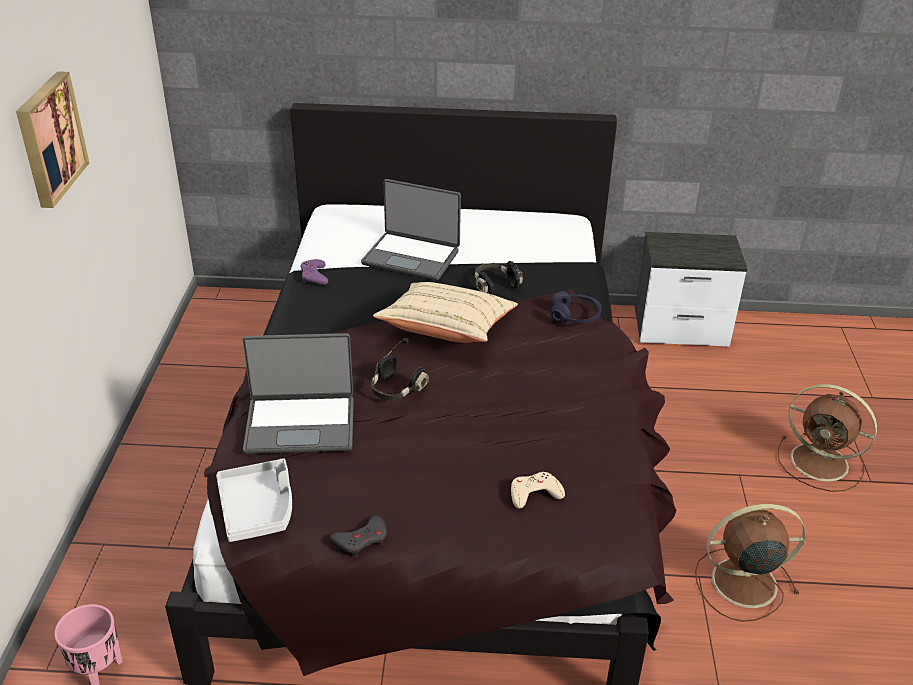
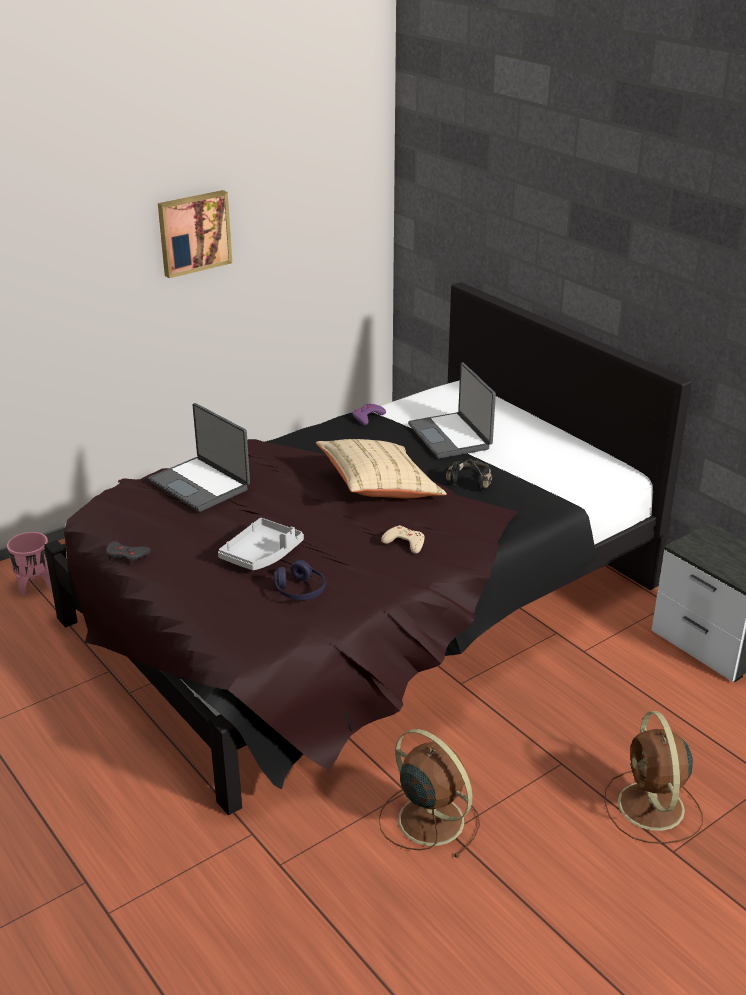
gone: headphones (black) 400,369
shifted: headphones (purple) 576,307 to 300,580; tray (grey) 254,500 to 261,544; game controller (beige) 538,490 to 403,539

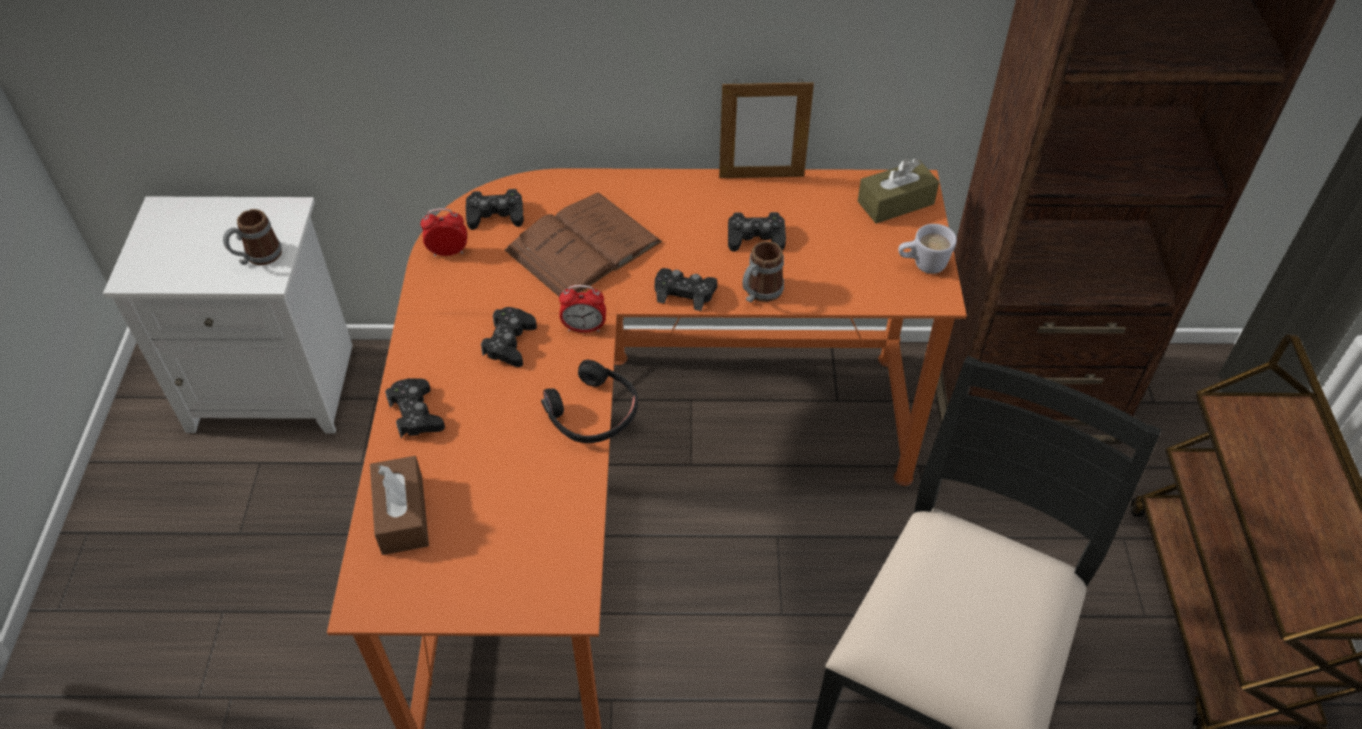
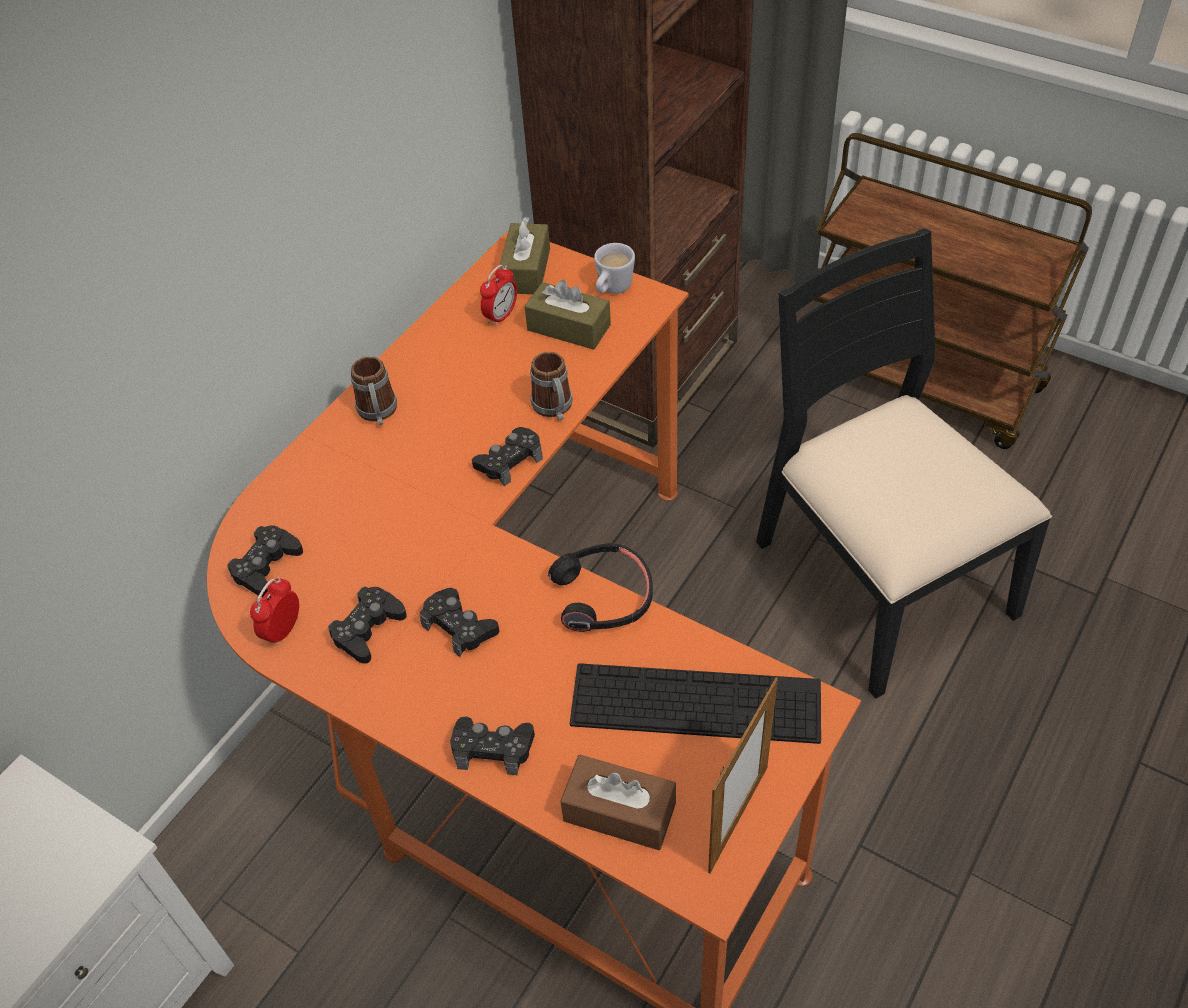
gone: book (brown) 583,245
new: tissue box (brown) 568,315; keyboard 695,703
shifted: picture frame 766,128 to 743,775; mug 252,237 to 374,390; game controller (black) 757,232 to 367,625; alarm clock 582,309 to 498,295

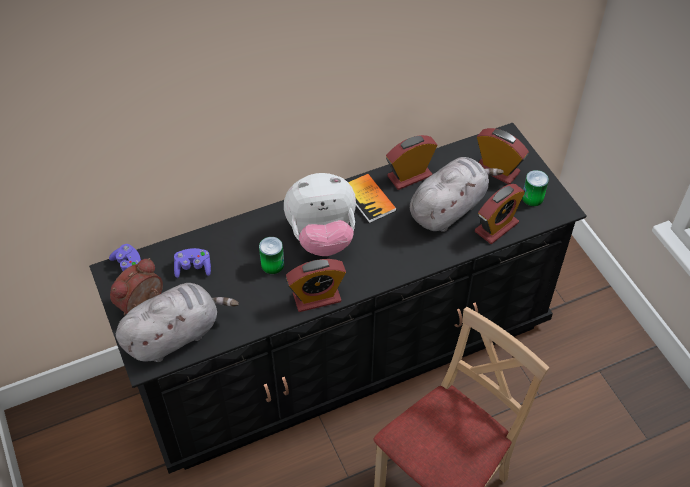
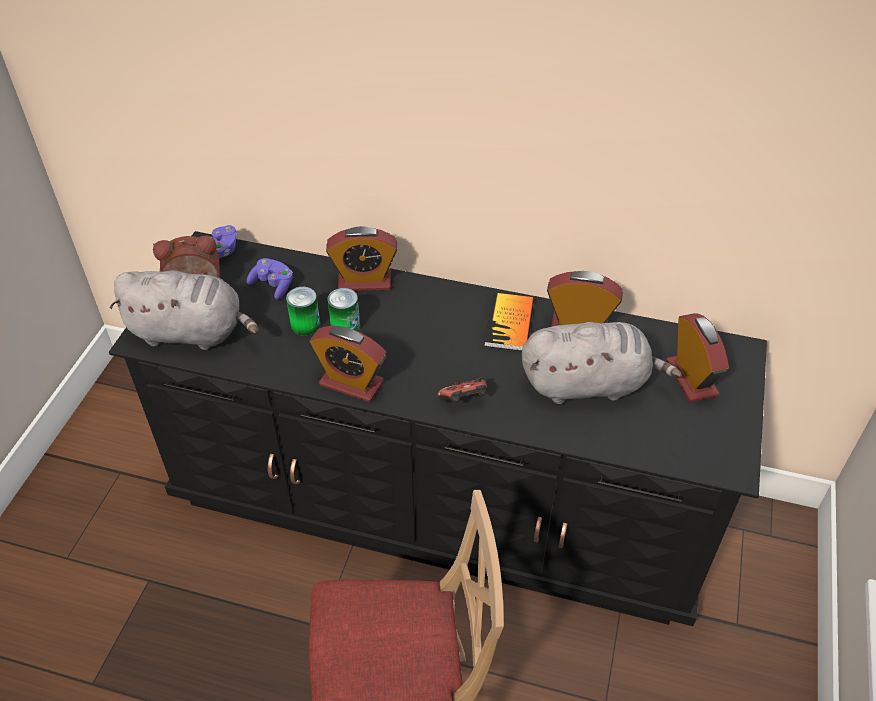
gone: plush toy 320,214
new: game controller 462,390
shifted: can 535,188 to 303,311; alarm clock 500,214 to 361,258

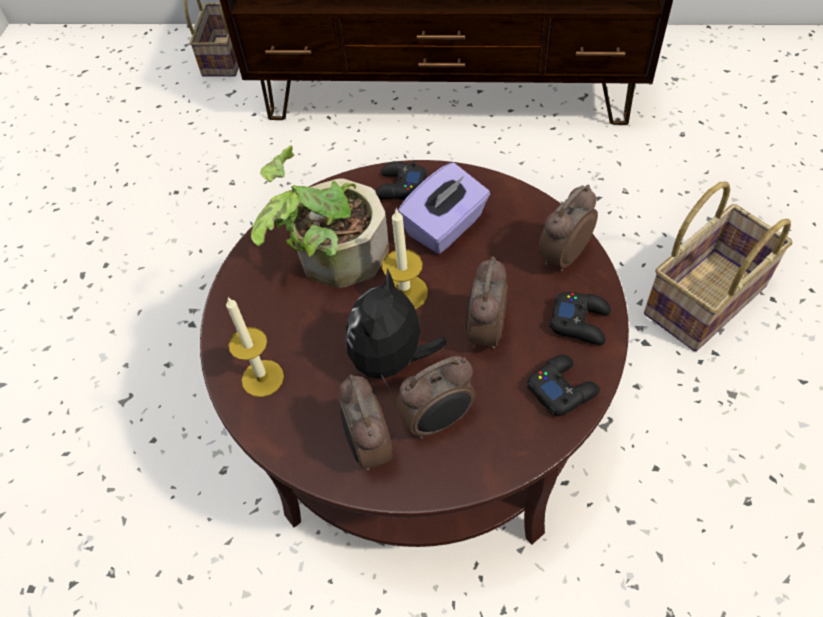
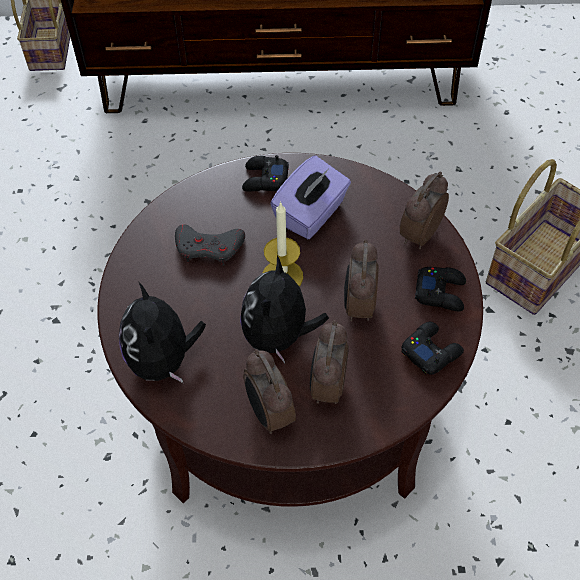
swapped: potted plant 320,217 to game controller (grey) 210,245; candle 255,347 to plush toy 162,333
rotated: alarm clock 435,397 = 329,362 135 degrees clockwise

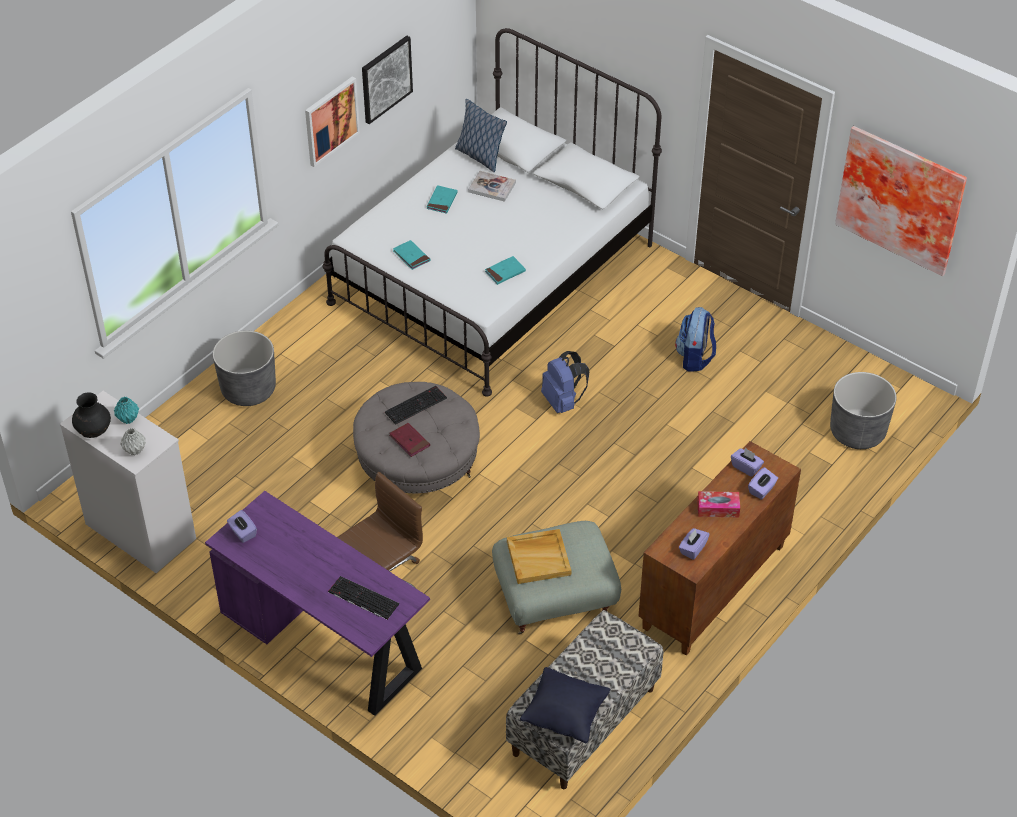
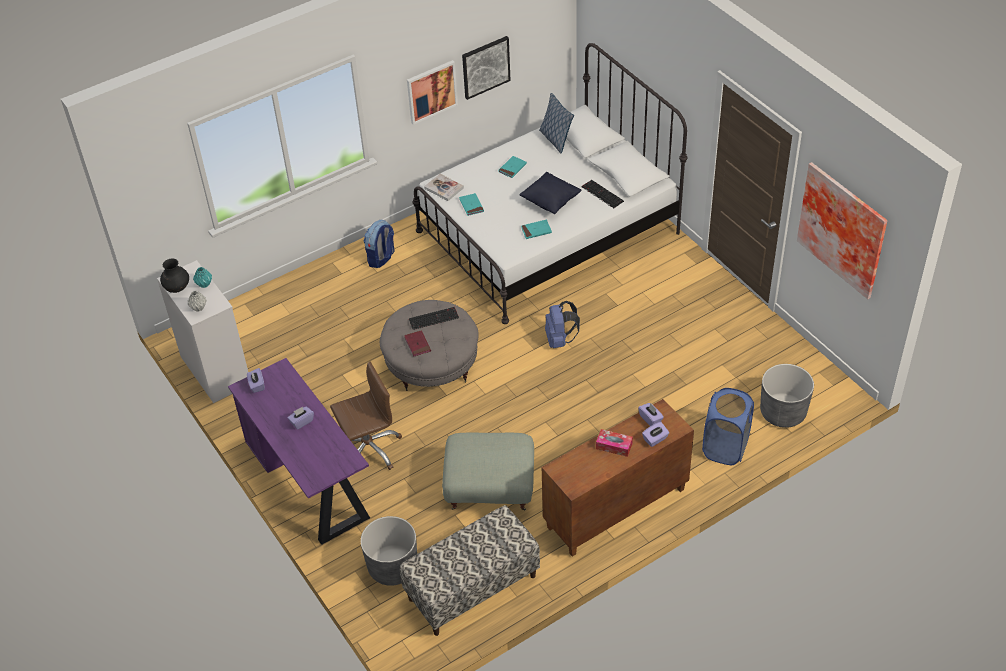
gone: tray (beige) 539,556
new: laundry basket (blue) 728,426
shifted: book 492,186 to 444,187; backpack 695,339 to 379,244; planter (grey) 244,368 to 388,551; tissue box (purple) 694,544 to 301,418; keyboard 363,598 to 602,194; pillow (black) 565,705 to 550,193

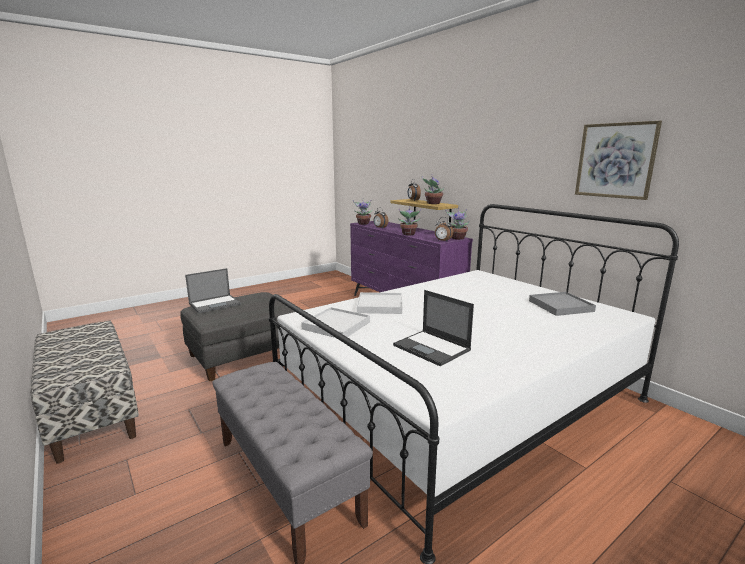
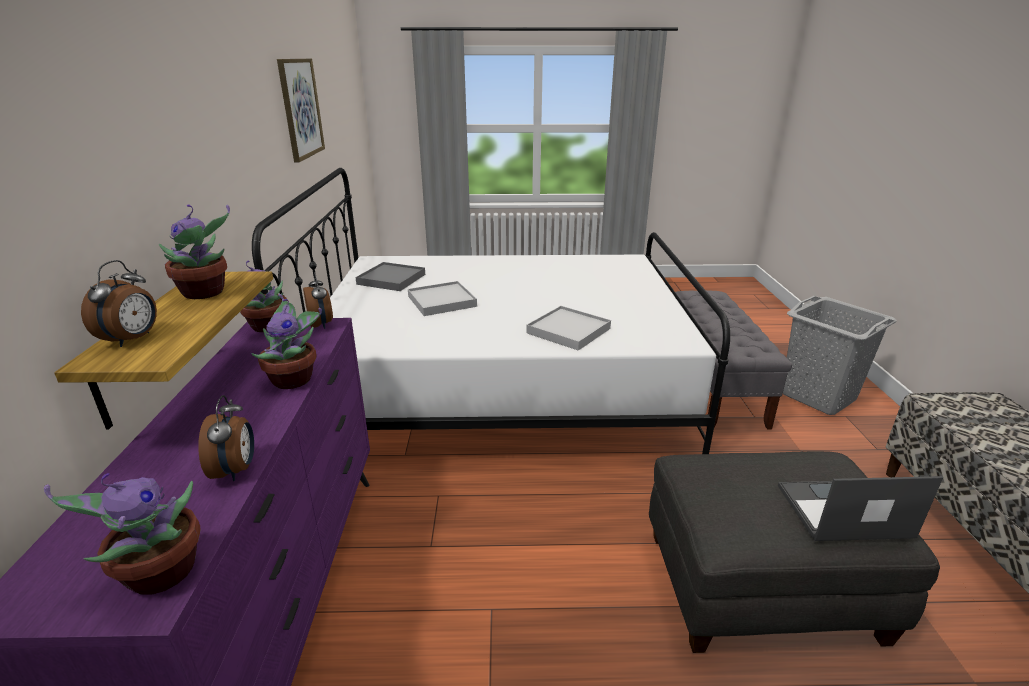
gone: laptop 433,328
new: laundry basket (grey) 840,355
shifted: tray (white) 335,322 to 442,298

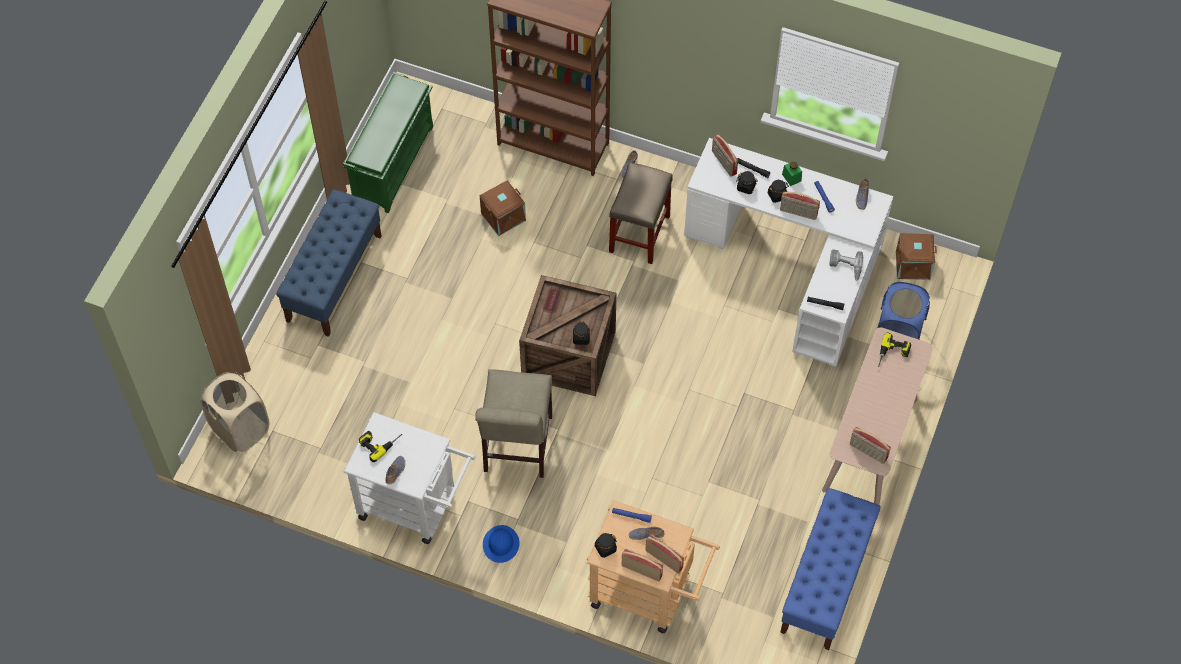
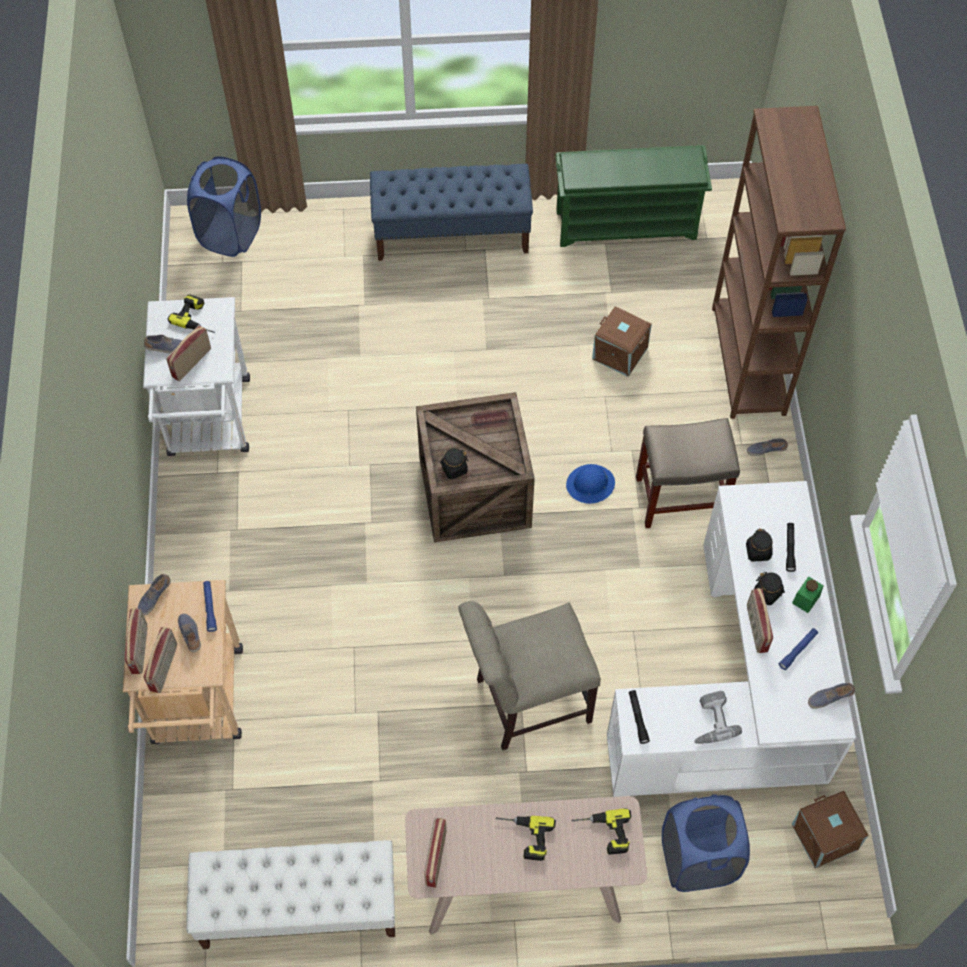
new: power drill 526,838
shifted: radio 725,155 to 188,353; chair (beige) 513,423 to 529,675; hard hat (blue) 501,544 to 590,484
swapped: jar (black) 605,545 to shoe 154,595
repainted: laundry basket (beige) 235,412 to laundry basket (blue) 224,206; bench (blue) 830,569 to bench (white) 291,894

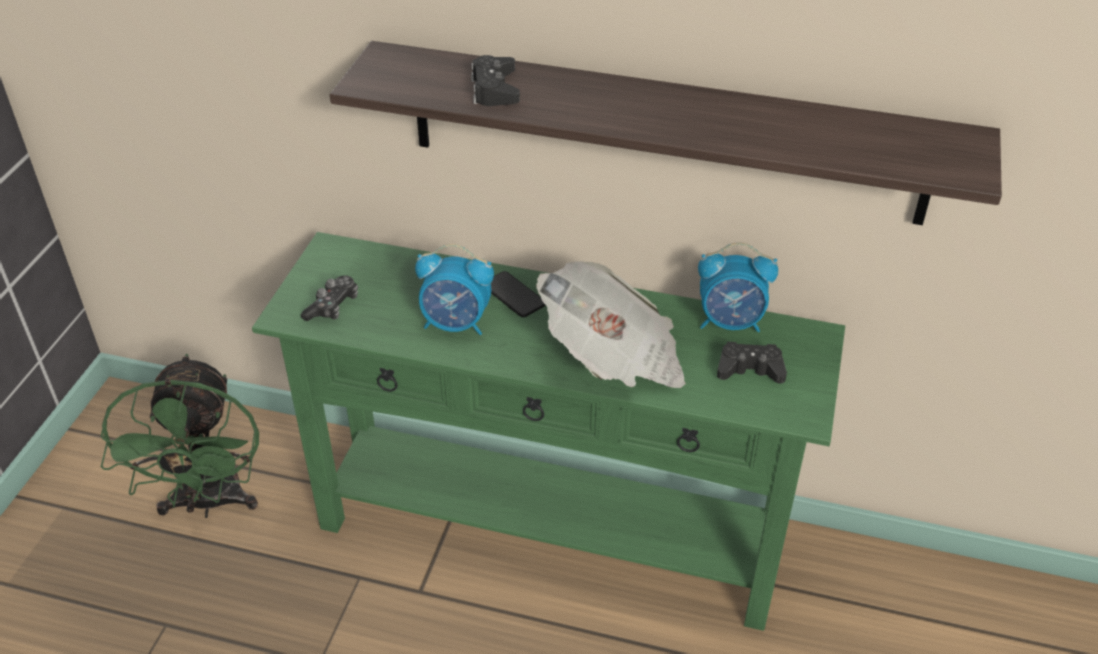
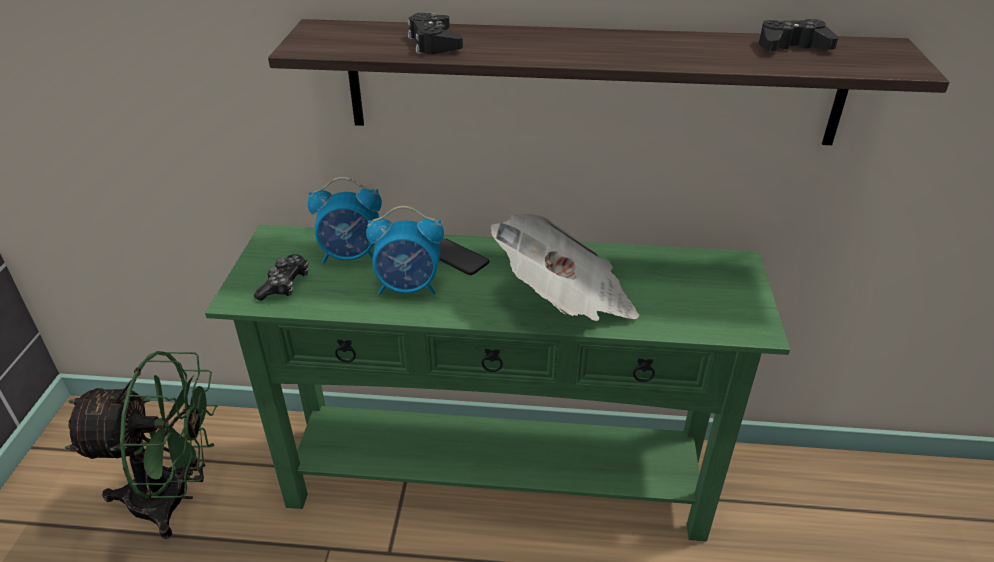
shifted: alarm clock 738,287 to 344,220; game controller (black) 752,363 to 799,35
rotated: fan (green) 180,436 = 141,445 75 degrees counterclockwise

